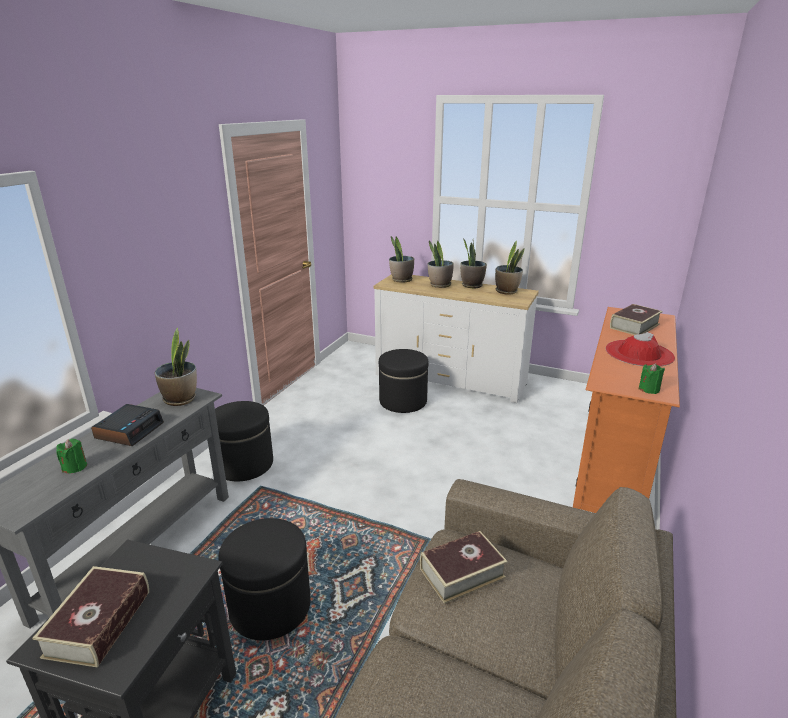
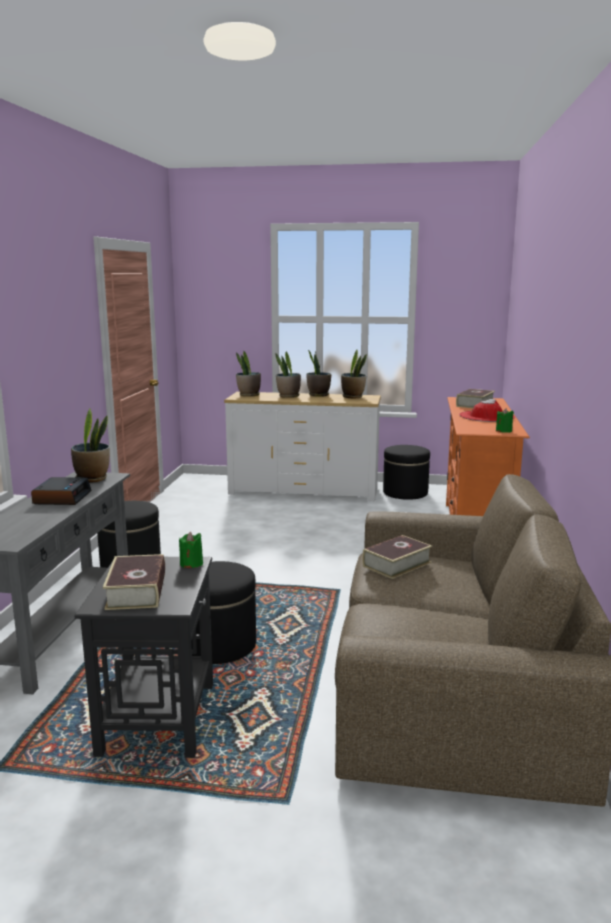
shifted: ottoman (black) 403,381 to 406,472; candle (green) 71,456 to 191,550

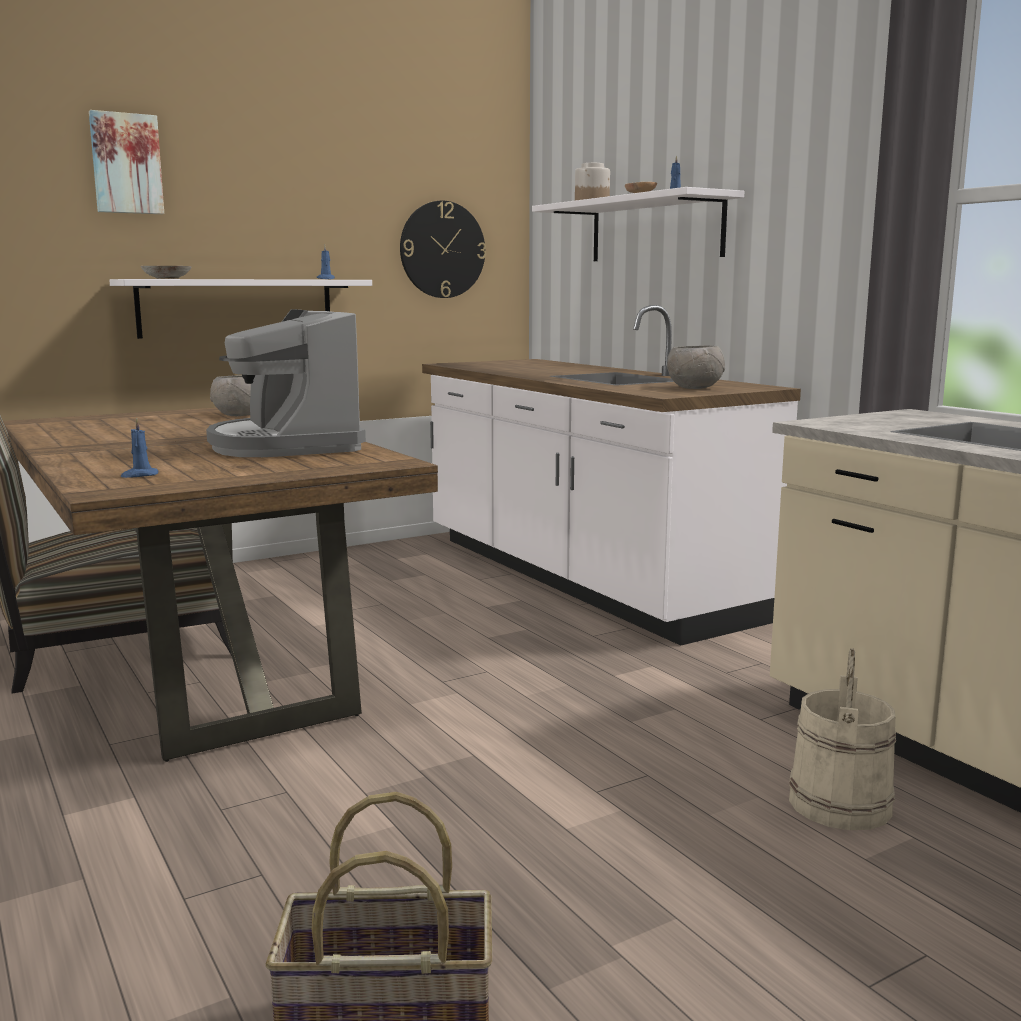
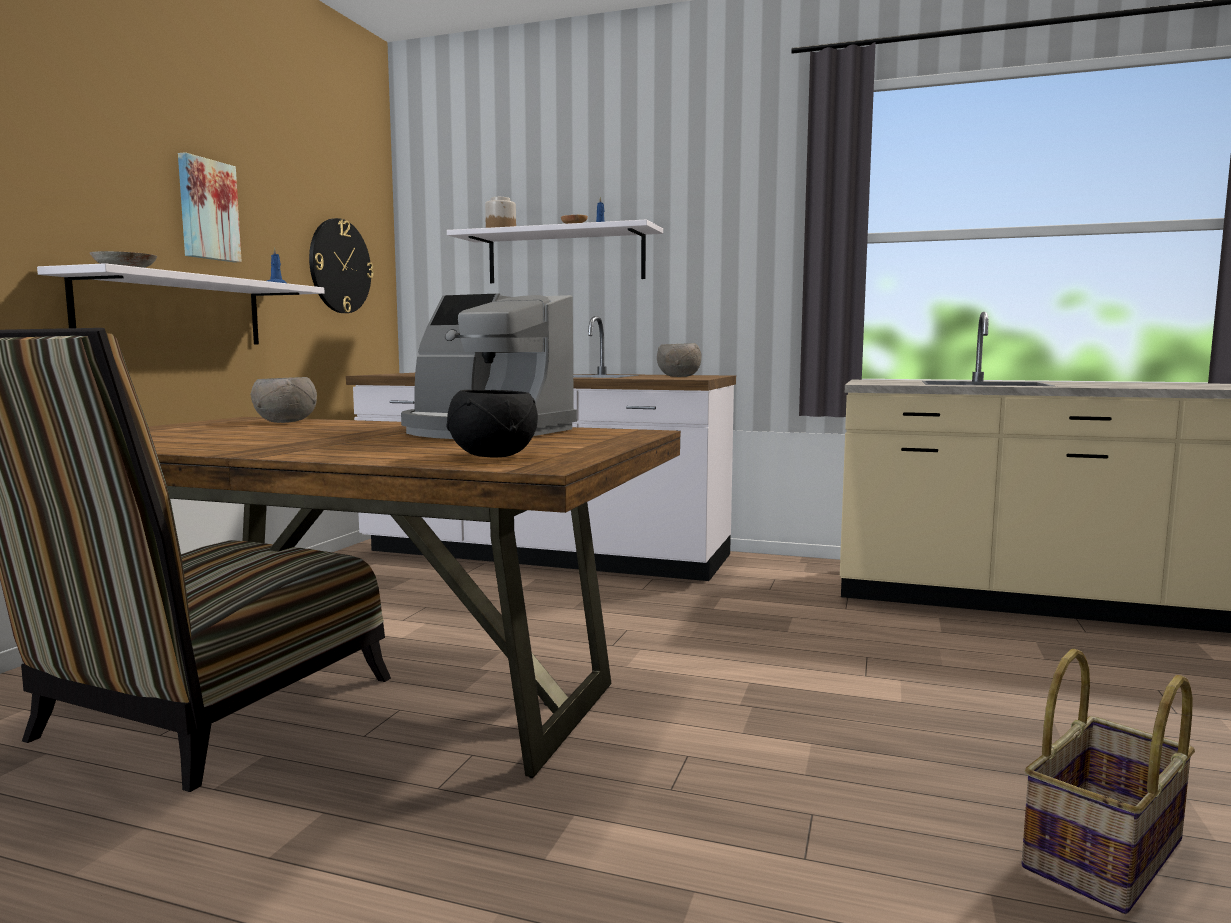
gone: bucket (beige) 842,739
shifted: picture 126,162 to 210,207
swapped: candle (blue) 139,448 to bowl (black) 492,424

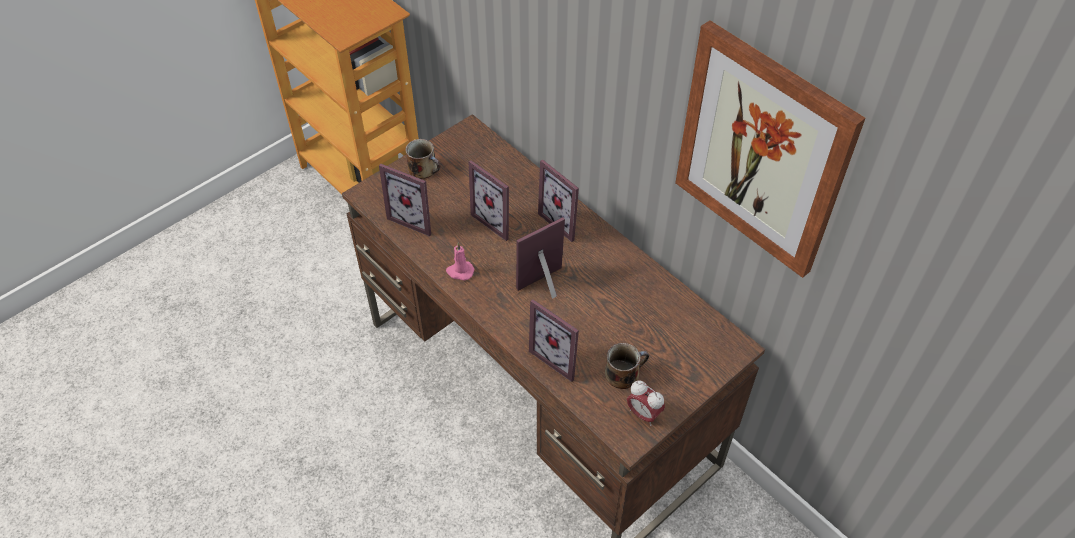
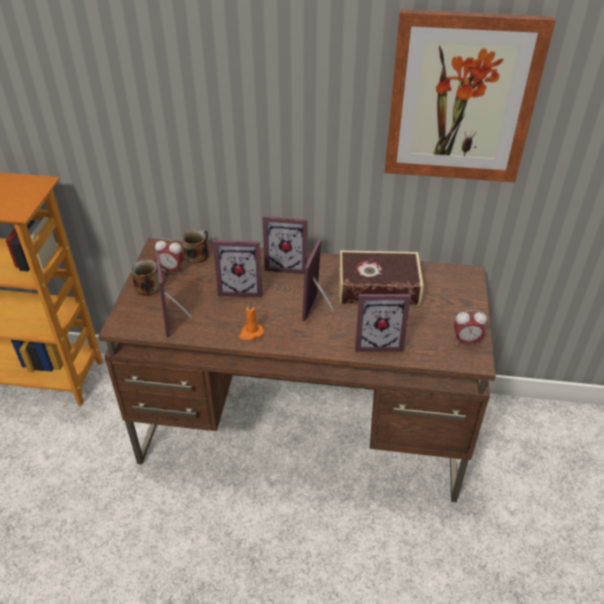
new: alarm clock 169,256; book 381,278
shifted: mug 627,366 to 195,246
repainted: candle (pink) 460,262 to candle (orange) 251,321
rotated: picture frame 405,200 = 174,295 90 degrees clockwise

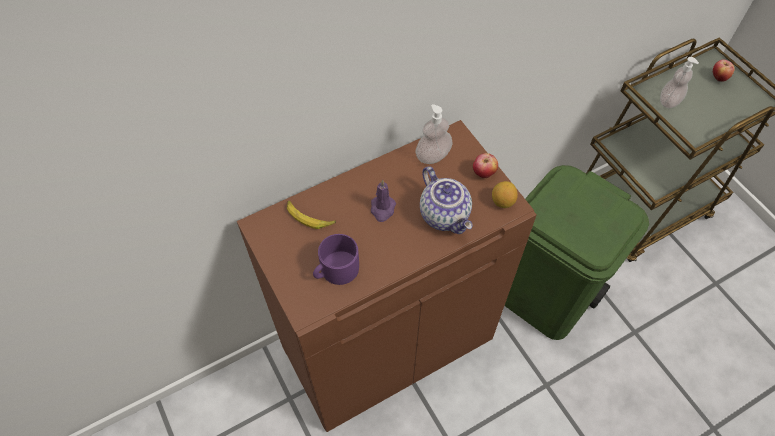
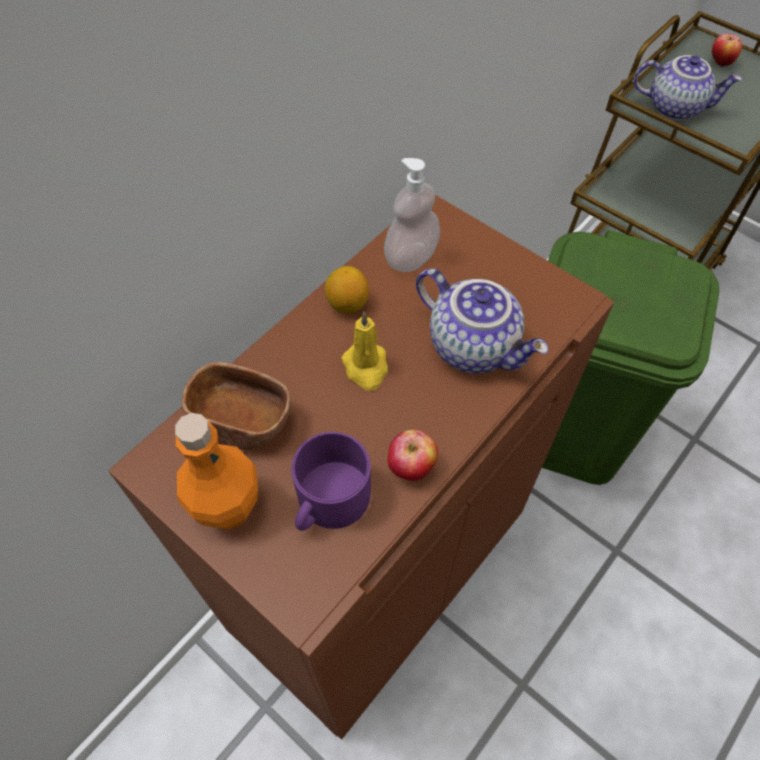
new: bottle (orange) 216,471
shifted: apple 485,165 to 413,455; lemon 505,194 to 347,289
swapped: soap dispenser 679,83 to teapot 688,87; banana 311,215 to bowl (brown) 236,406
repainted: candle (purple) 383,200 to candle (yellow) 364,351

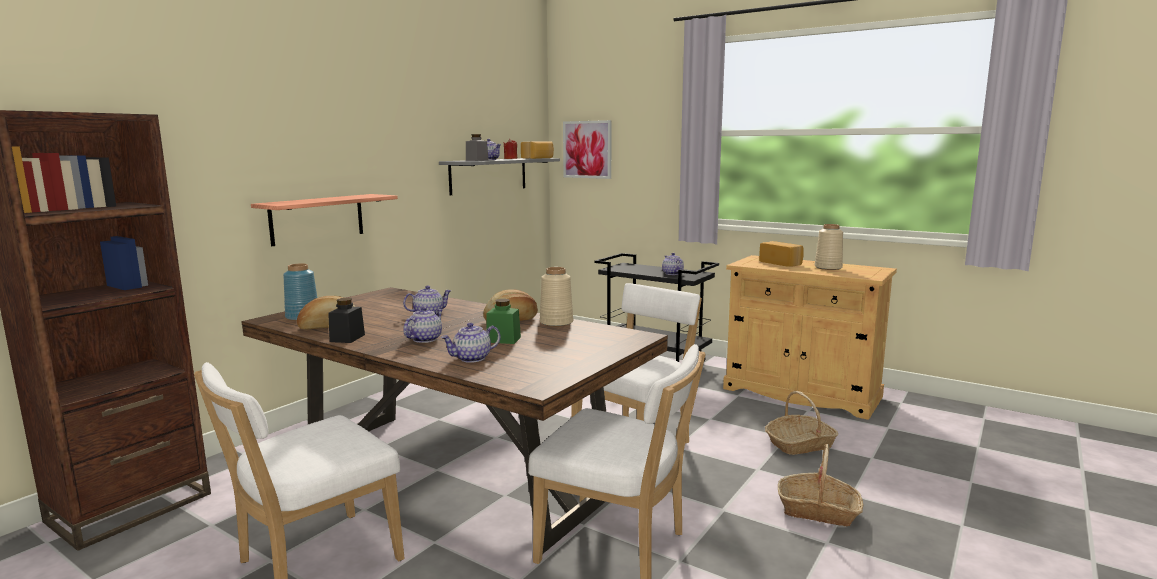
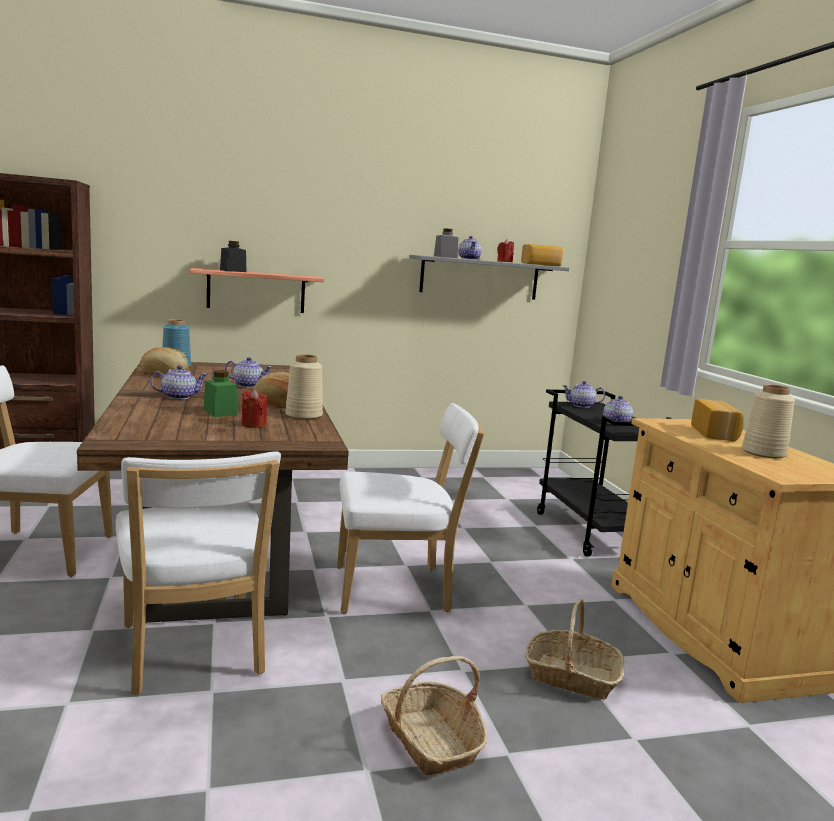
gone: picture 587,149
new: candle (red) 254,408
shifted: jar (black) 346,320 to 233,256; teapot 471,342 to 583,394

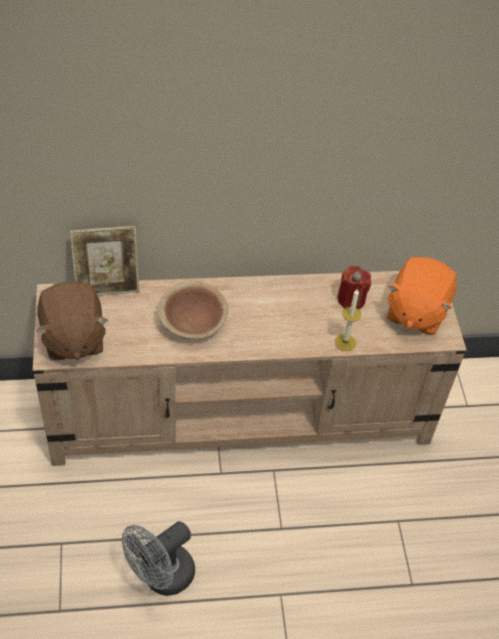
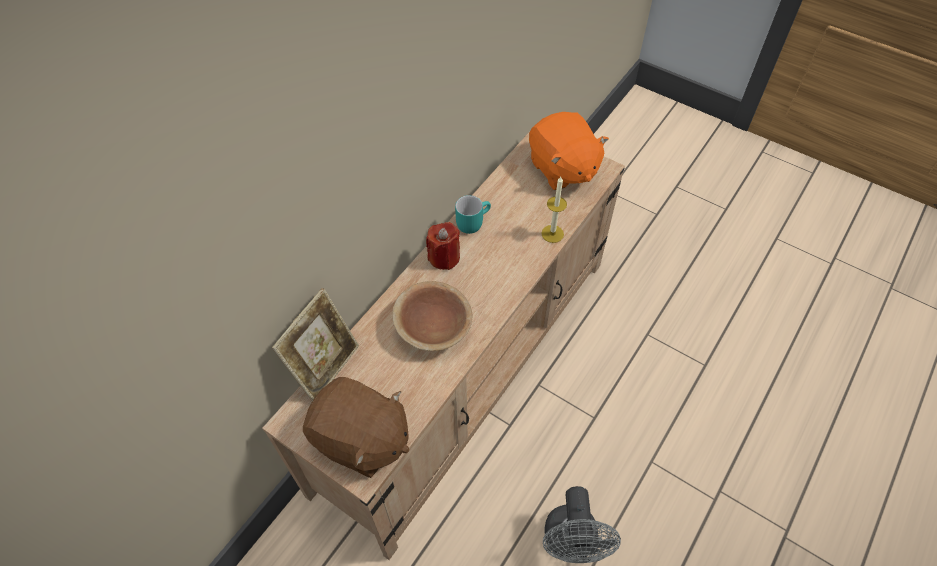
new: mug (turquoise) 473,214
shifted: candle (red) 354,287 to 443,246

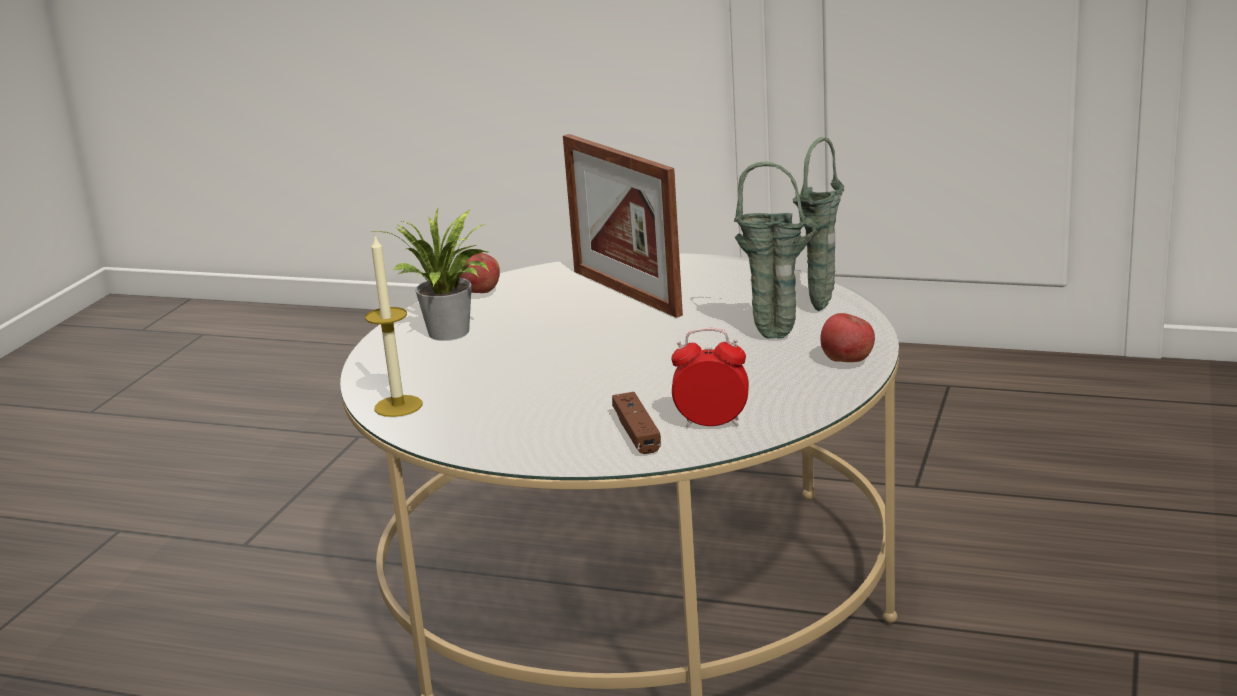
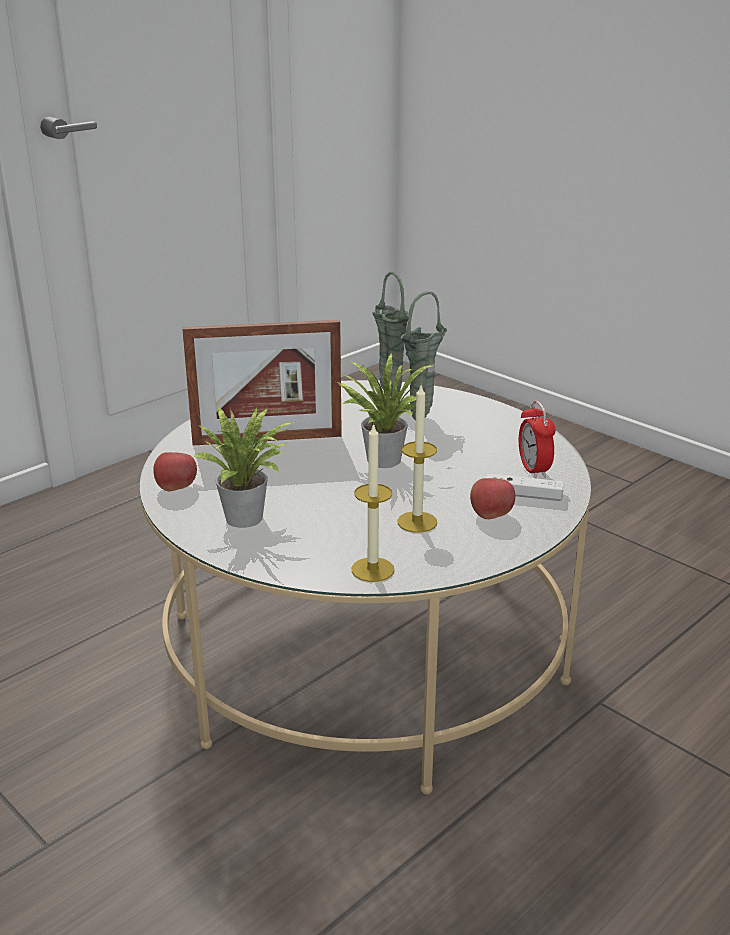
new: potted plant 385,411; candle 417,459
shifted: apple 847,337 to 492,498
repainted: game controller (brown) 636,423 to game controller (white) 525,487
rotated: alarm clock 710,377 = 537,439 45 degrees counterclockwise

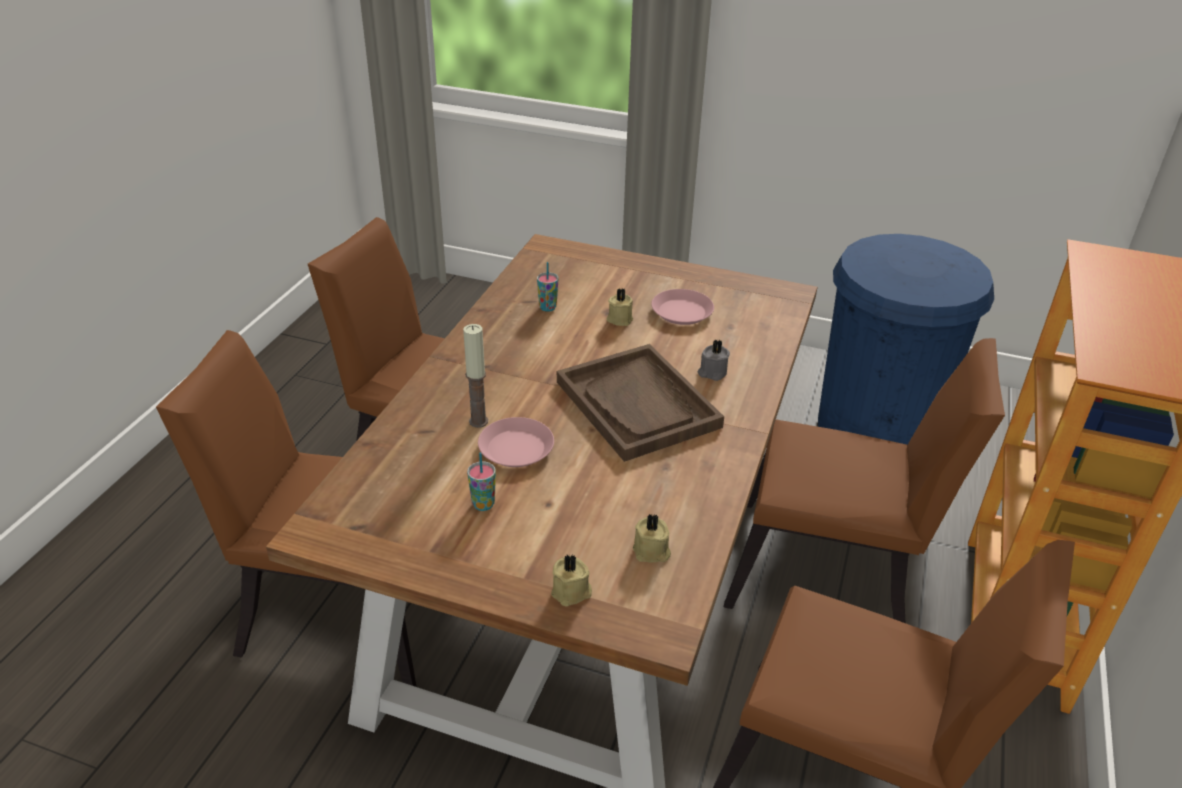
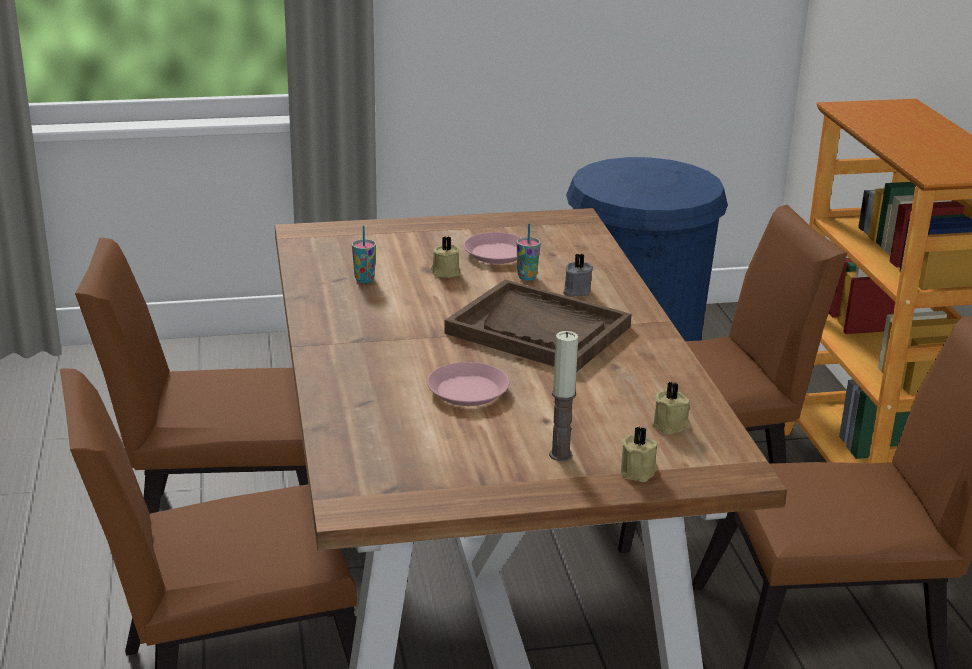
shifted: candle 475,376 to 563,396; cup 481,481 to 528,252

